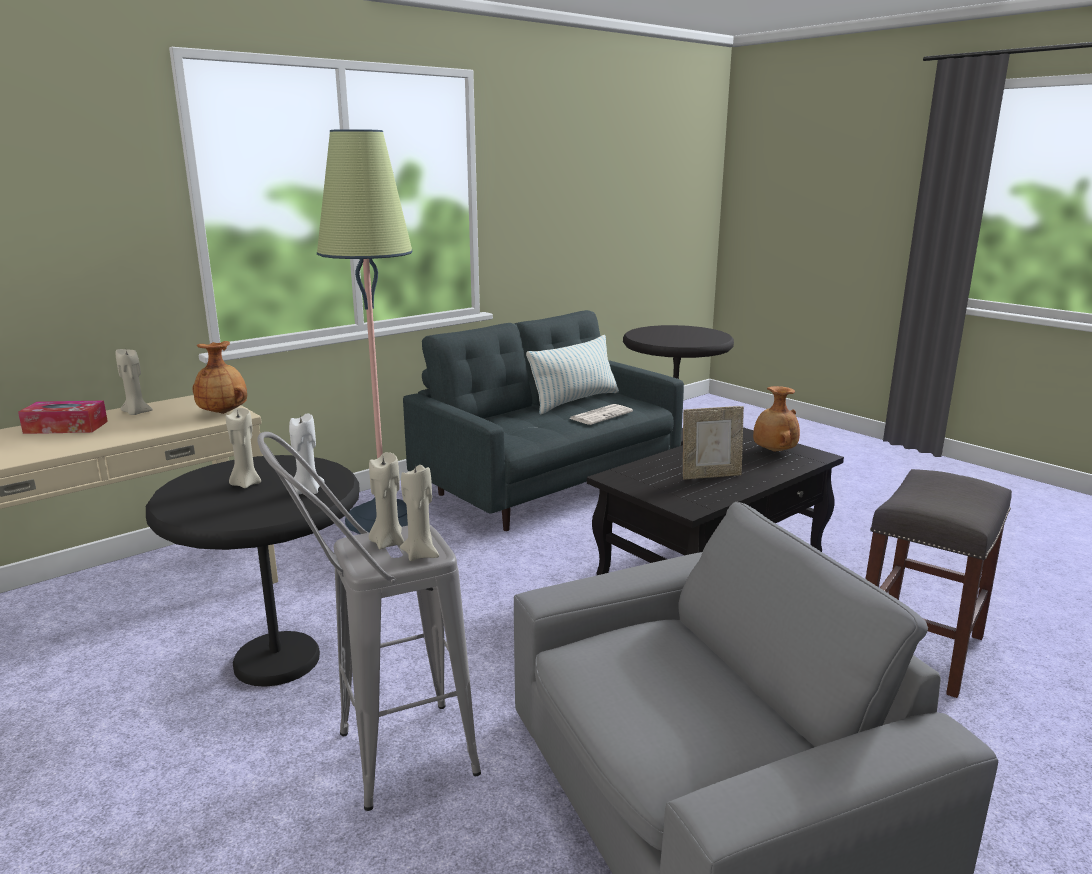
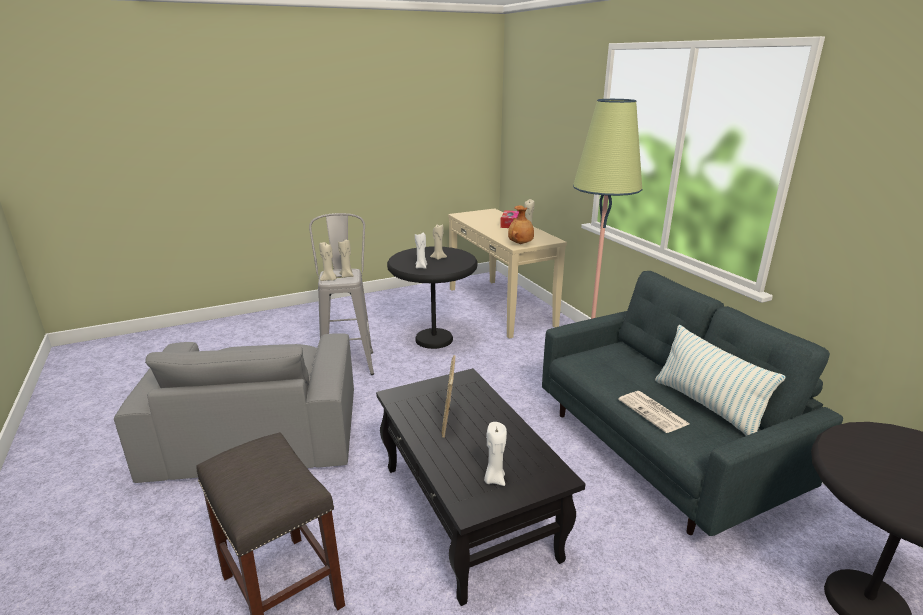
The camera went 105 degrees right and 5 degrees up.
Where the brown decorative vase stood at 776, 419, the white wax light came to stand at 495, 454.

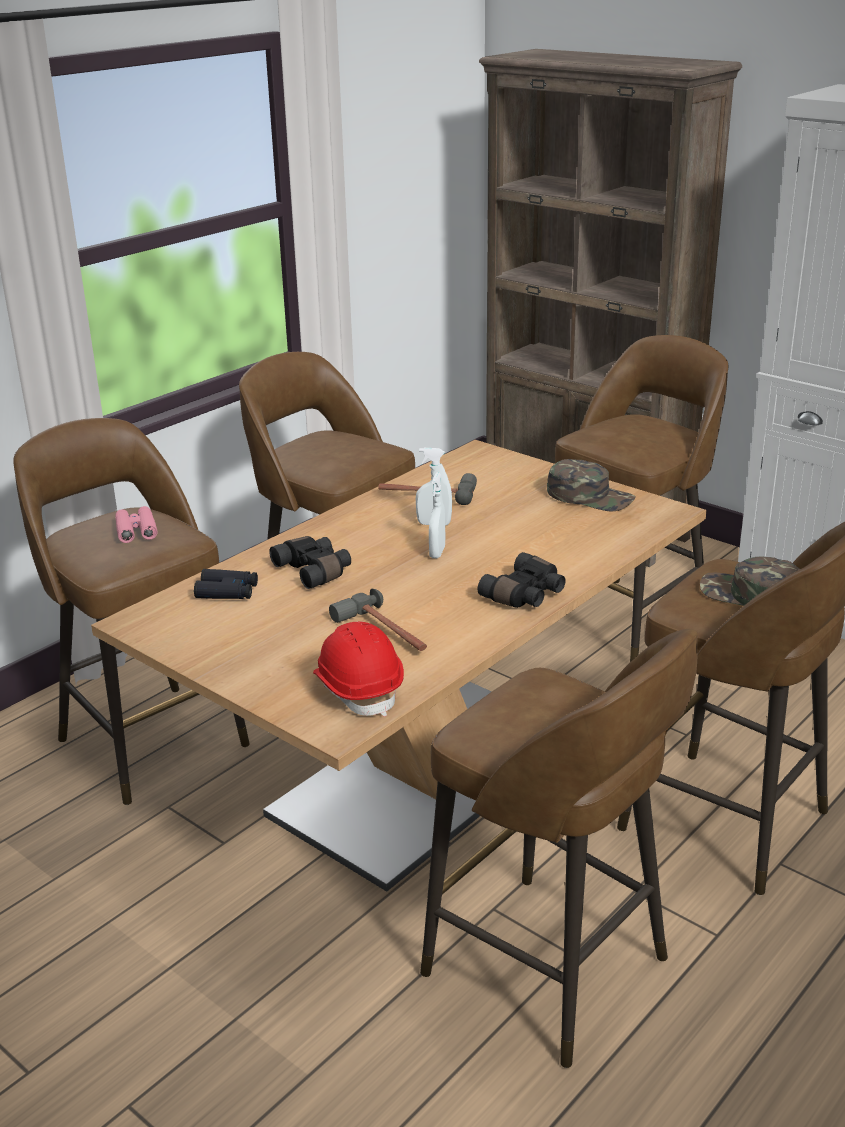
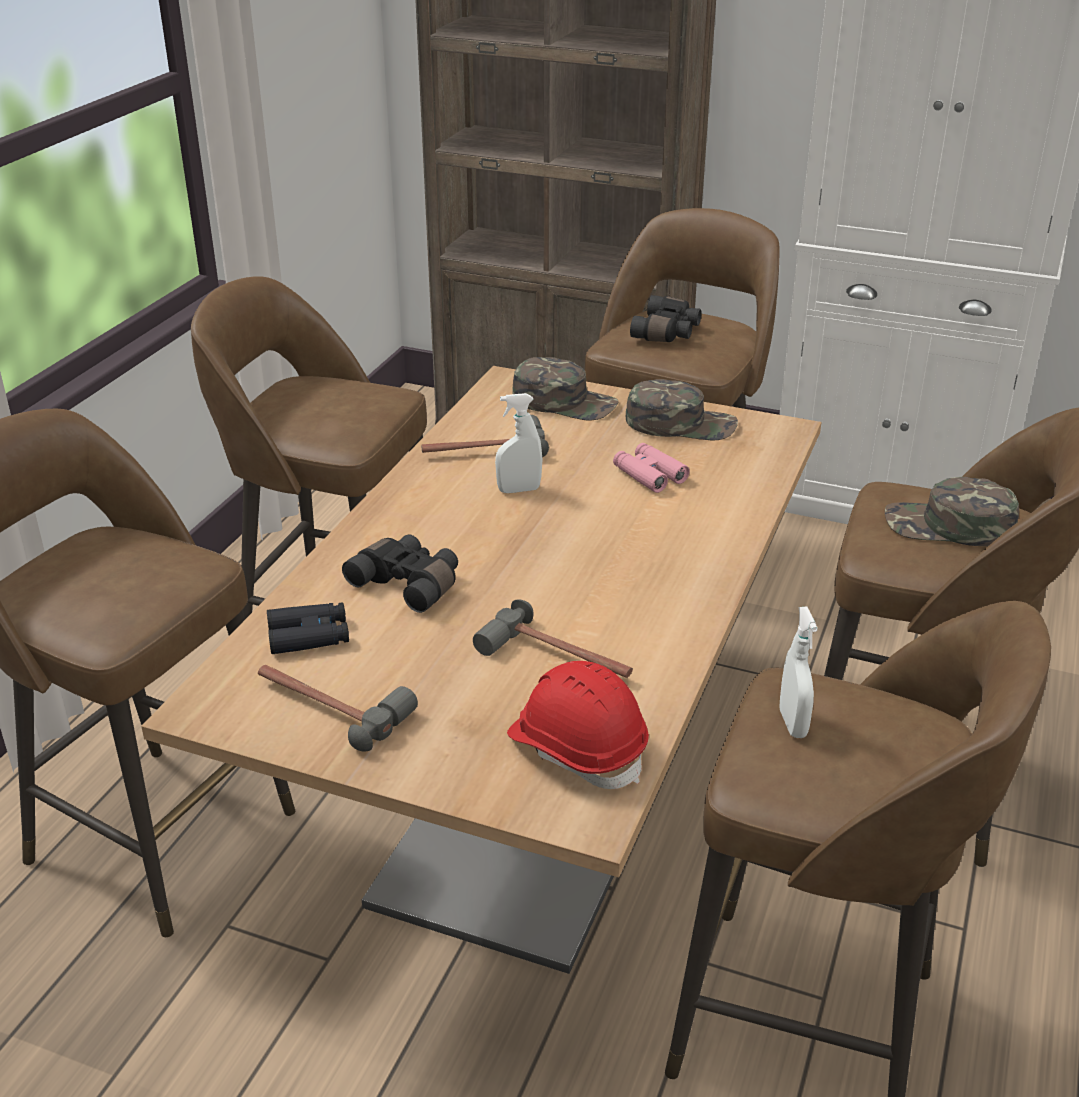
The camera went 20 degrees left and 5 degrees up.
The white spray bottle ended up elsewhere, having gone from 437, 515 to 798, 672.
The pink-coloured field glasses ended up elsewhere, having gone from 136, 524 to 651, 468.
The blackish field glasses ended up elsewhere, having gone from 522, 580 to 666, 318.
The second view gained the green baseball cap at 565, 389.
The second view gained the hammer at 338, 708.

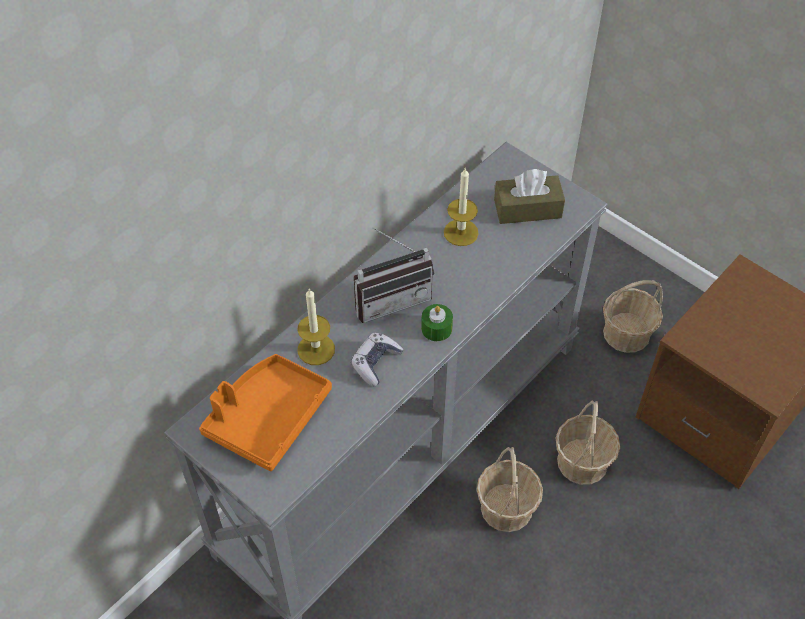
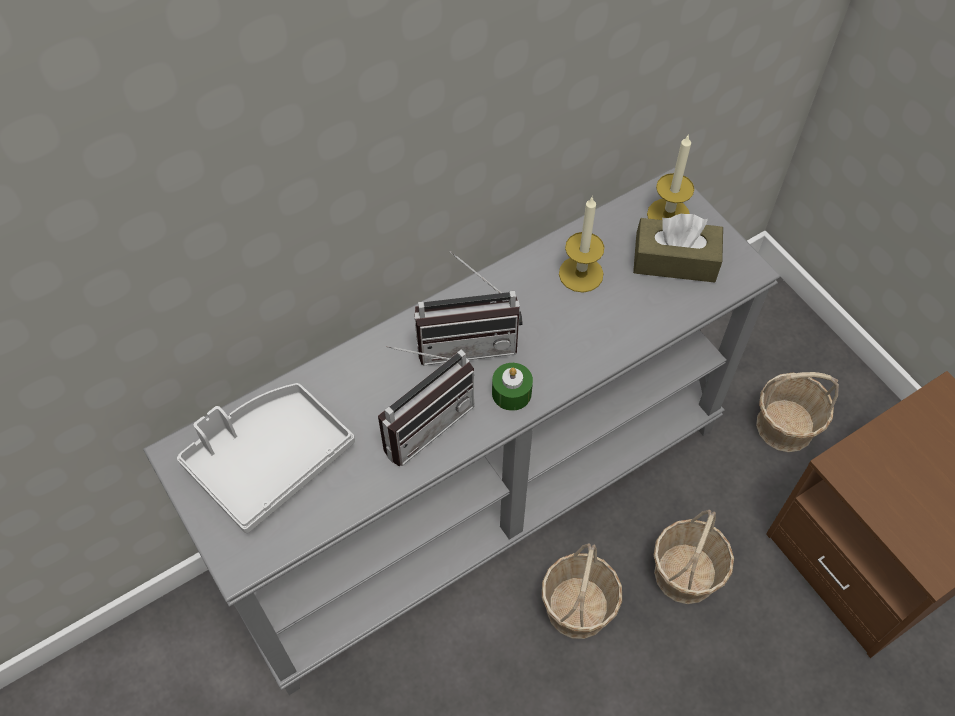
The camera went 15 degrees right and 5 degrees up.
The wax light ended up elsewhere, having gone from 316, 326 to 670, 177.
Where the gamepad stood at 377, 359, the radio receiver came to stand at 426, 406.
What was the orangey serving tray at 265, 412 turned into the greyish serving tray at 266, 458.

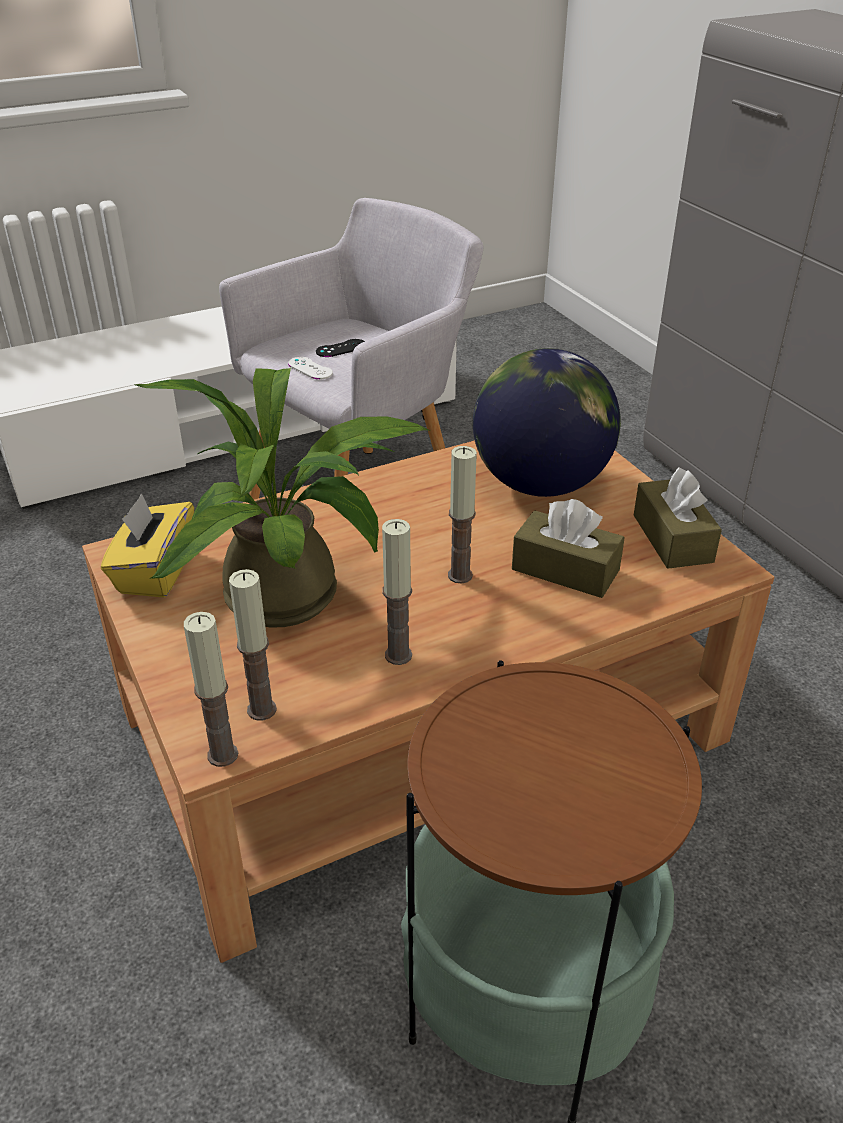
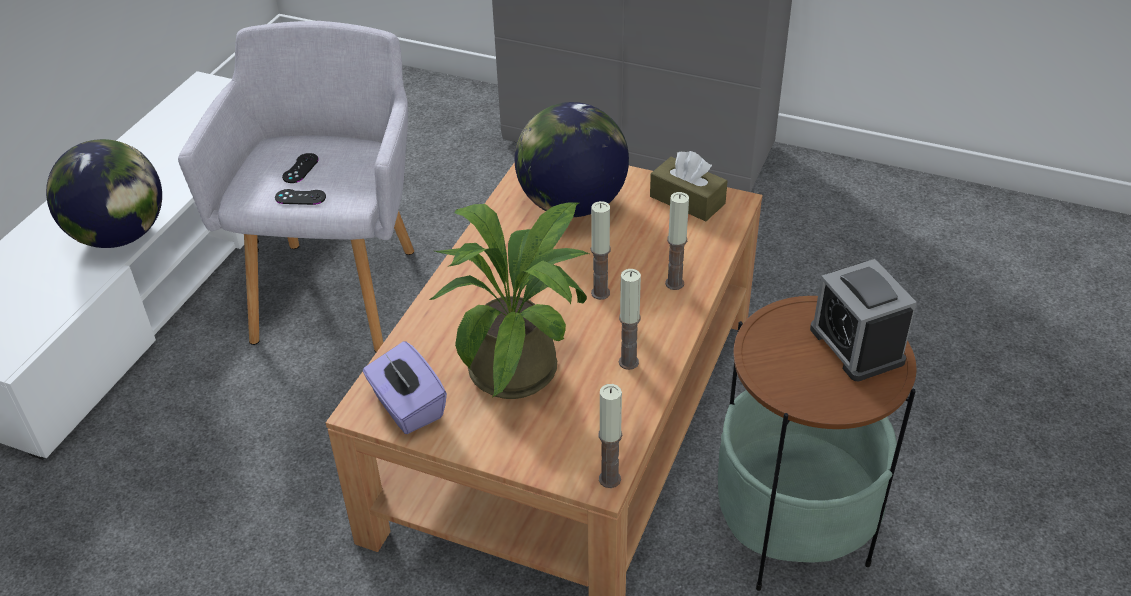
The camera went 40 degrees left and 5 degrees up.
What was the white gamepad at 310, 368 turned into the blackish gamepad at 300, 197.
What was the yellow box of tissues at 147, 545 turned into the purple box of tissues at 405, 387.
The second view lost the brown box of tissues at 568, 548.
The wax light ended up elsewhere, having gone from 253, 645 to 677, 241.
The second view gained the desk globe at 104, 193.
The second view gained the alarm clock at 863, 320.

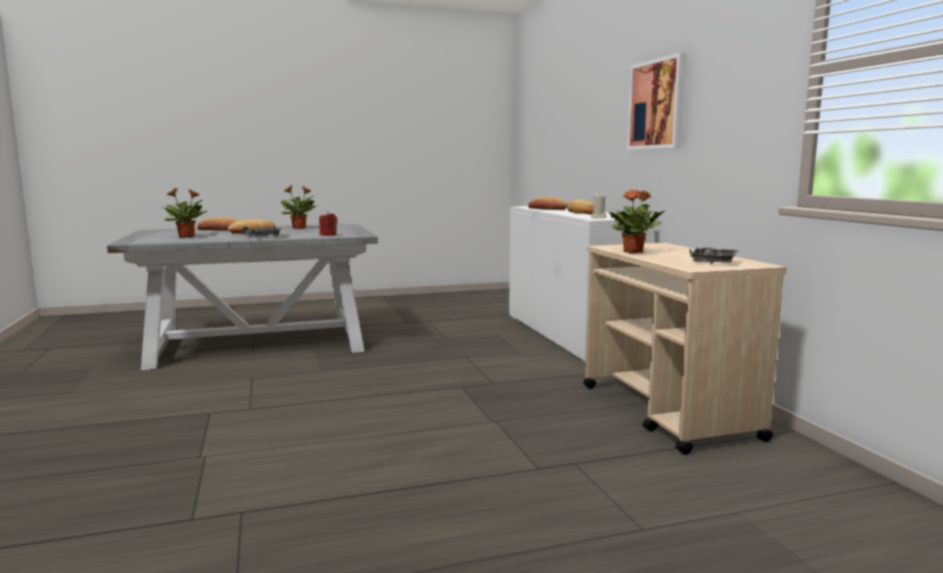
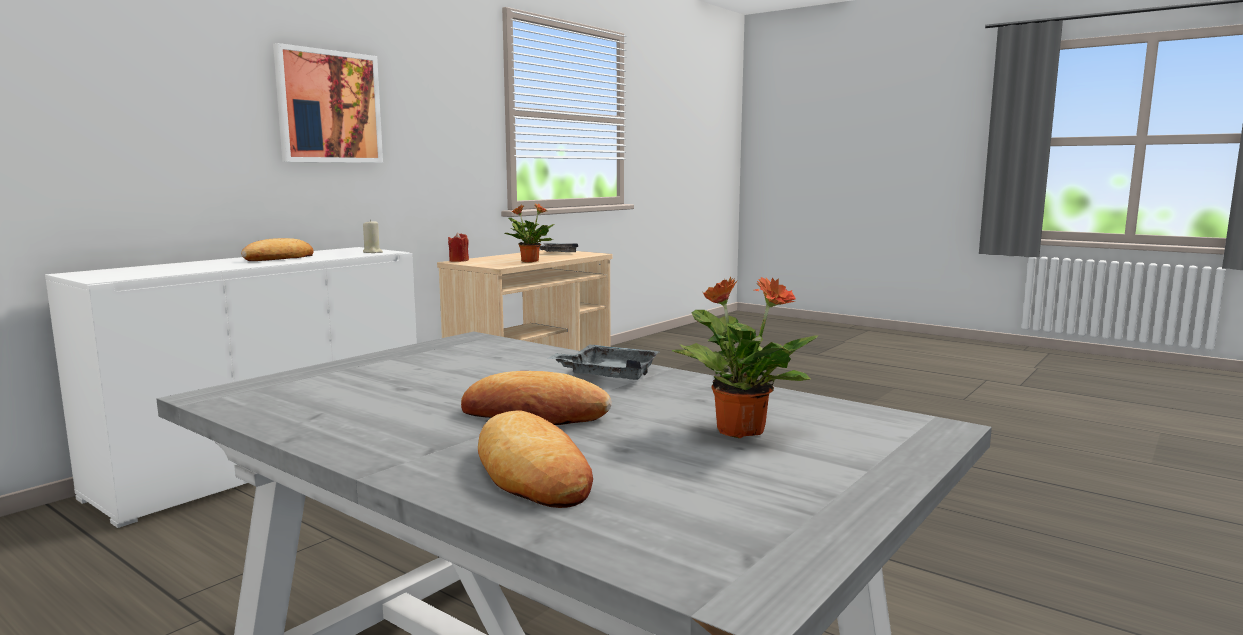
The camera went 125 degrees left and 0 degrees up.
The second view lost the potted plant at 298, 207.
The second view lost the baked bread at 548, 203.
The reddish wax light ended up elsewhere, having gone from 328, 224 to 458, 247.

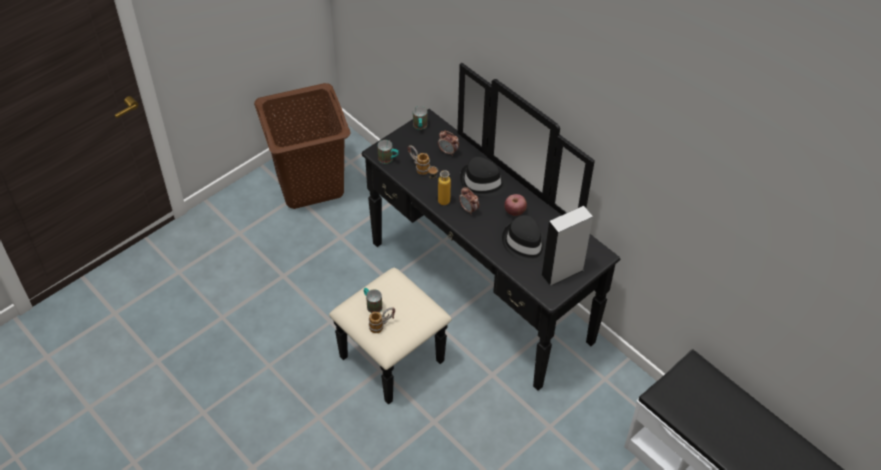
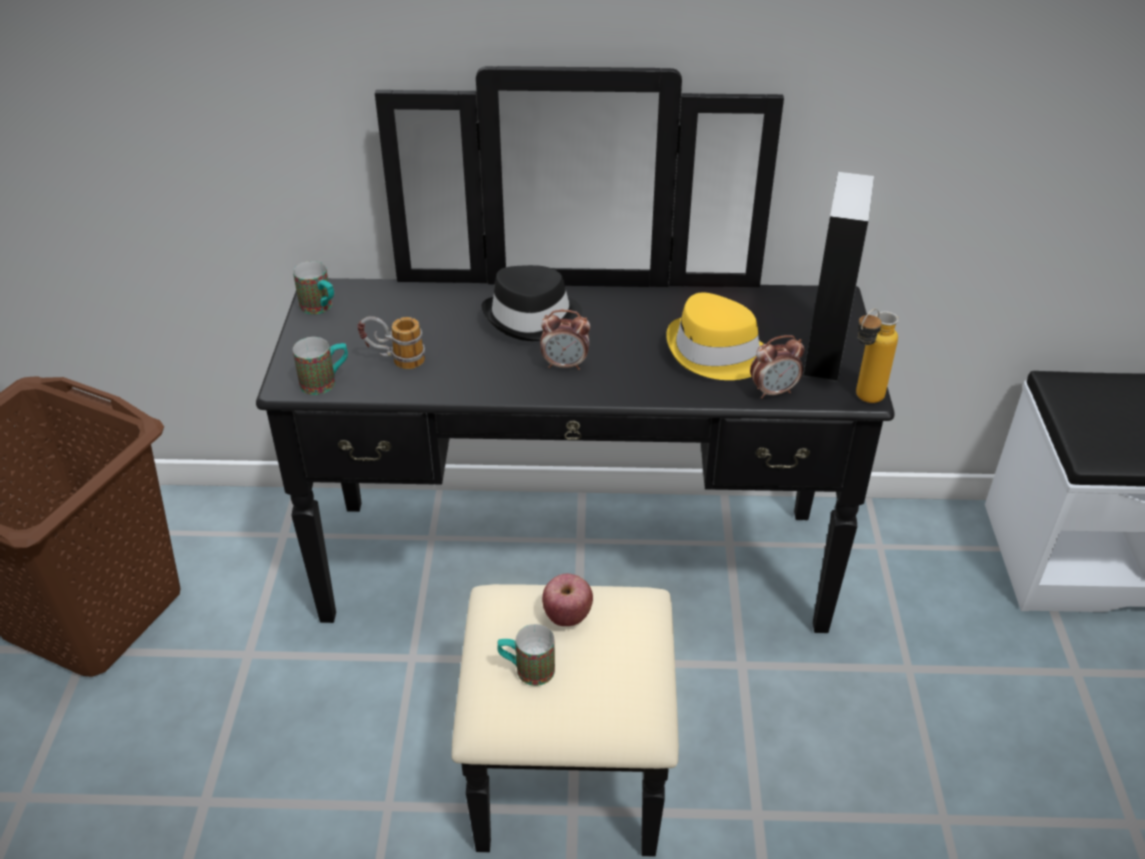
The camera went 45 degrees left and 10 degrees down.
The alarm clock ended up elsewhere, having gone from 448, 143 to 777, 367.
The drink bottle ended up elsewhere, having gone from 439, 185 to 877, 356.
The apple ended up elsewhere, having gone from 515, 205 to 567, 600.
What was the blackish wearable hat at 524, 239 turned into the yellow wearable hat at 714, 336.
The second view lost the coffee mug at 382, 320.

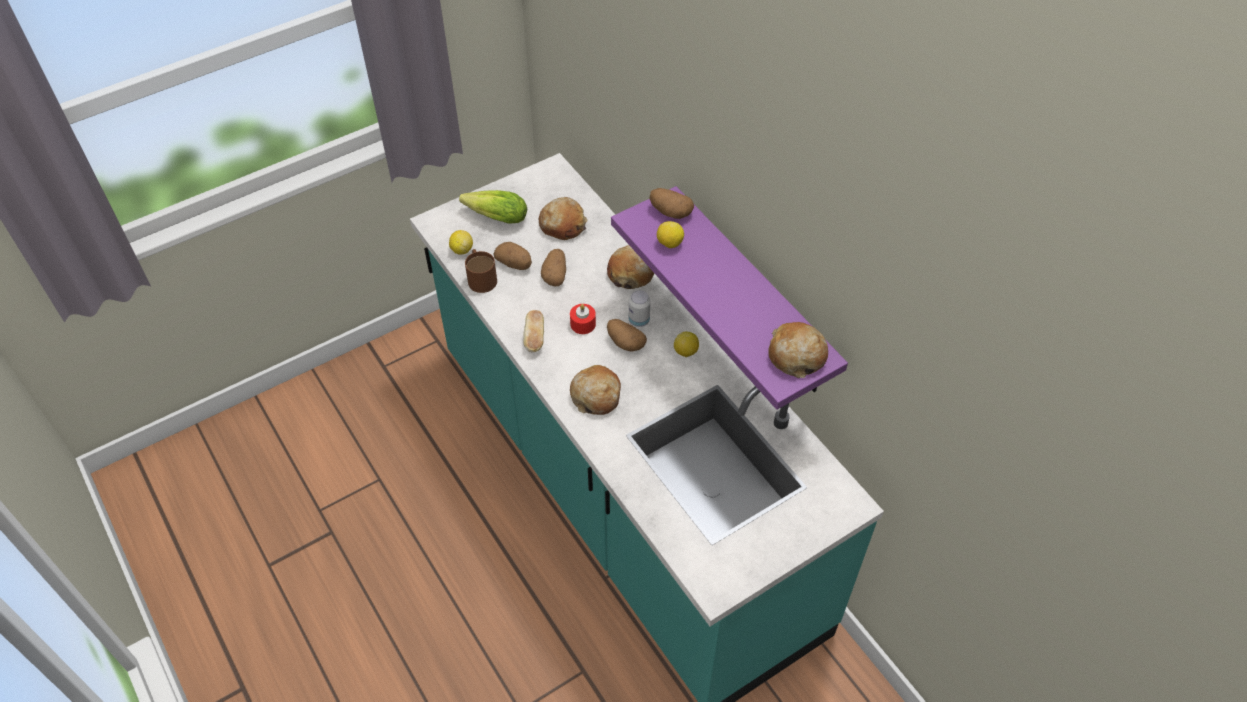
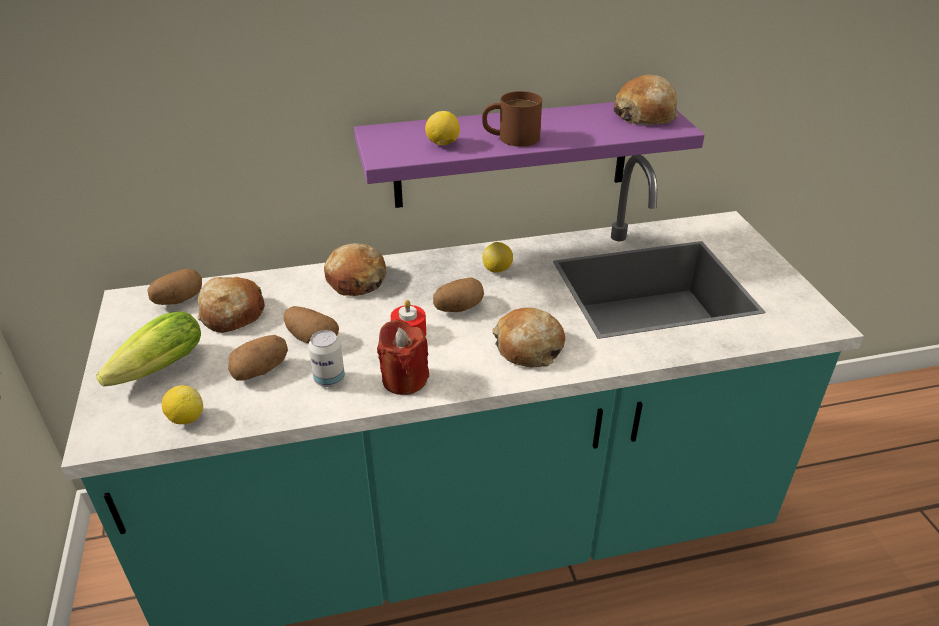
The camera went 70 degrees left and 15 degrees down.
The potato ended up elsewhere, having gone from 671, 203 to 174, 287.
The brown coffee mug ended up elsewhere, having gone from 481, 271 to 512, 119.
The sealed can ended up elsewhere, having gone from 639, 308 to 326, 358.
Where the baked bread stood at 533, 331, the reddish wax light came to stand at 403, 357.

